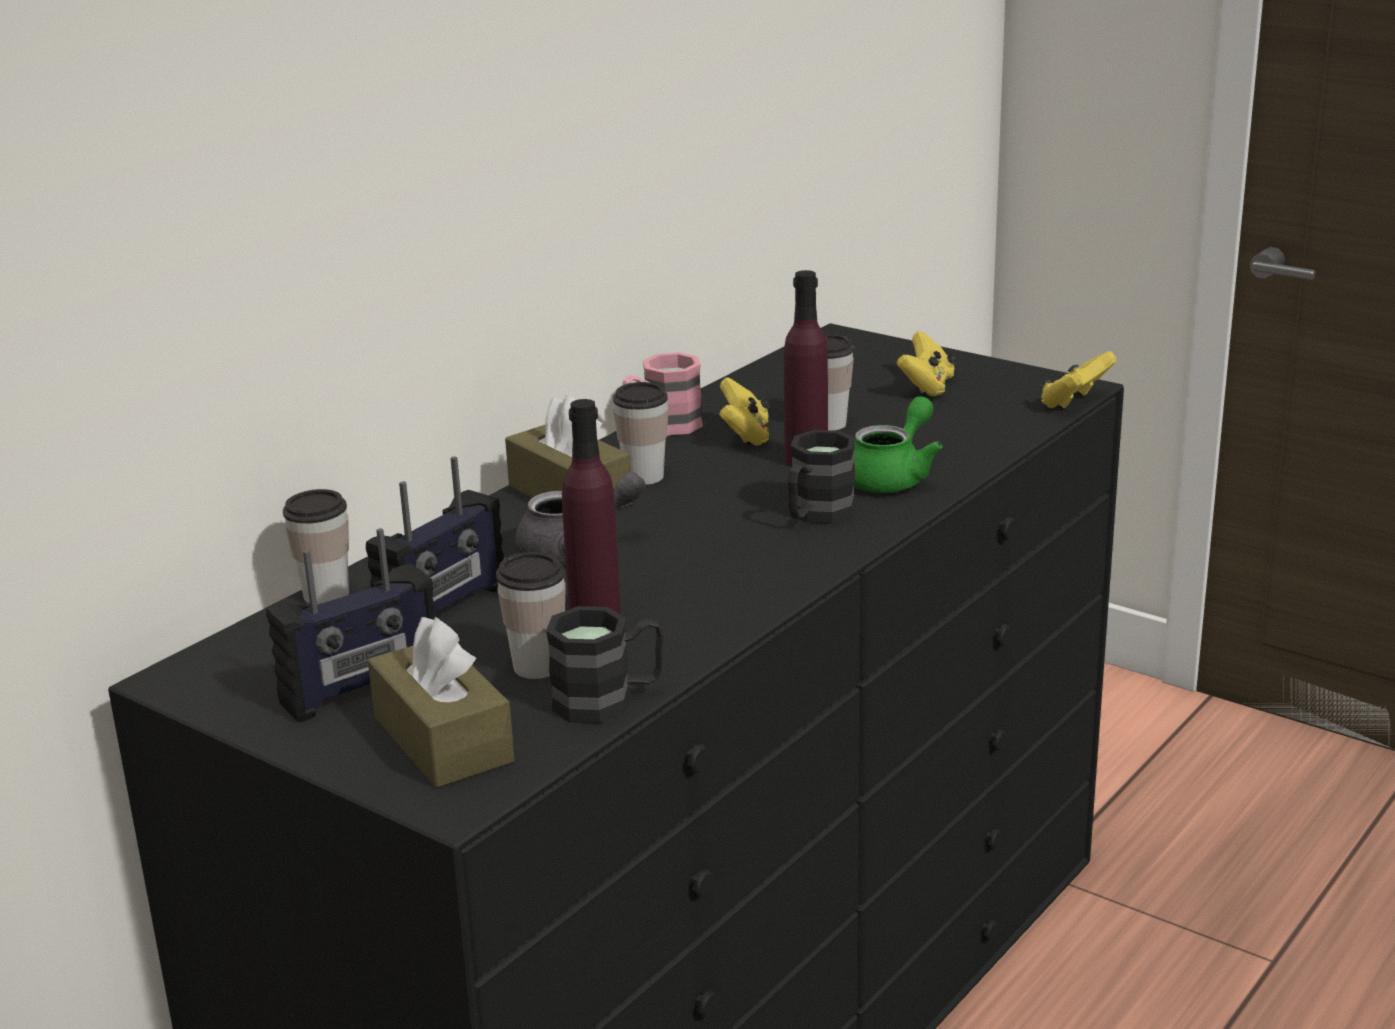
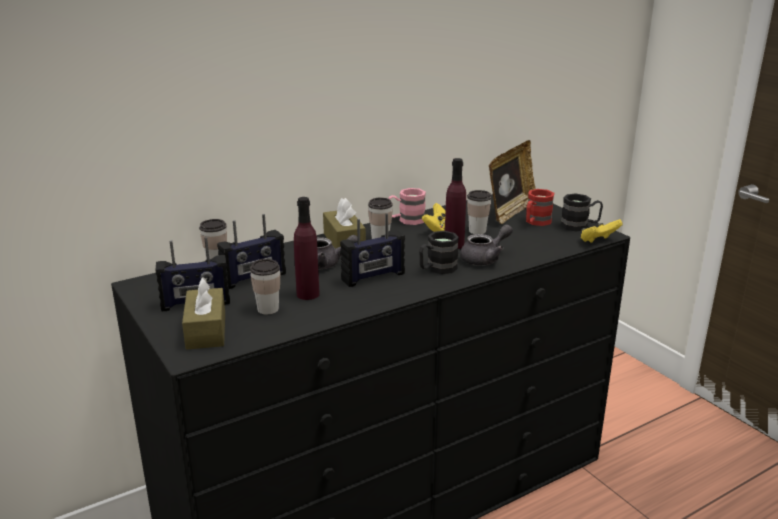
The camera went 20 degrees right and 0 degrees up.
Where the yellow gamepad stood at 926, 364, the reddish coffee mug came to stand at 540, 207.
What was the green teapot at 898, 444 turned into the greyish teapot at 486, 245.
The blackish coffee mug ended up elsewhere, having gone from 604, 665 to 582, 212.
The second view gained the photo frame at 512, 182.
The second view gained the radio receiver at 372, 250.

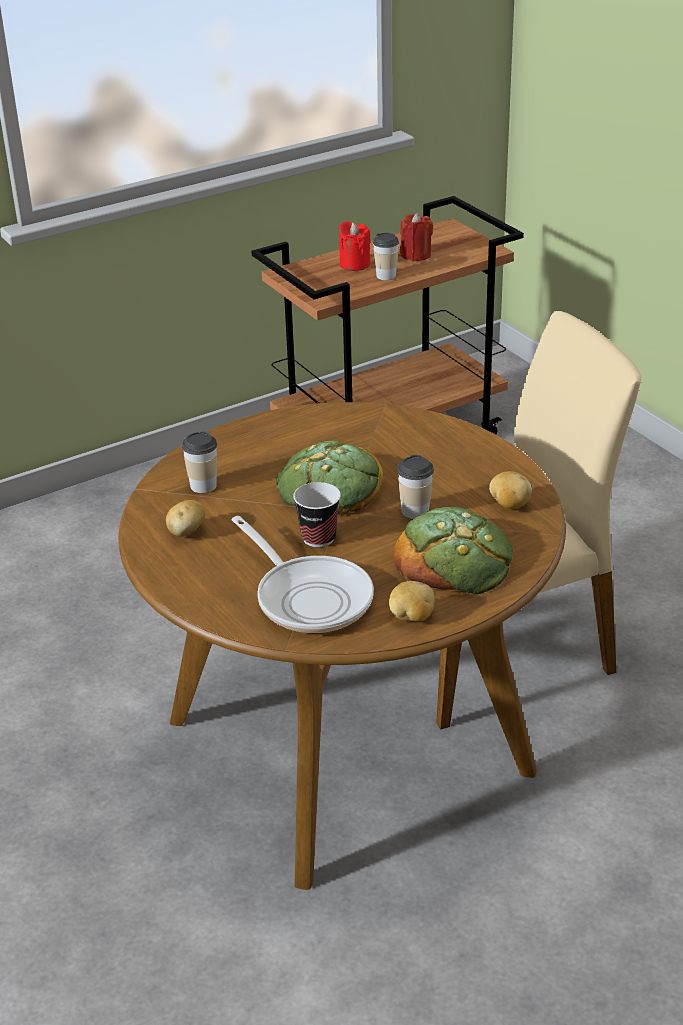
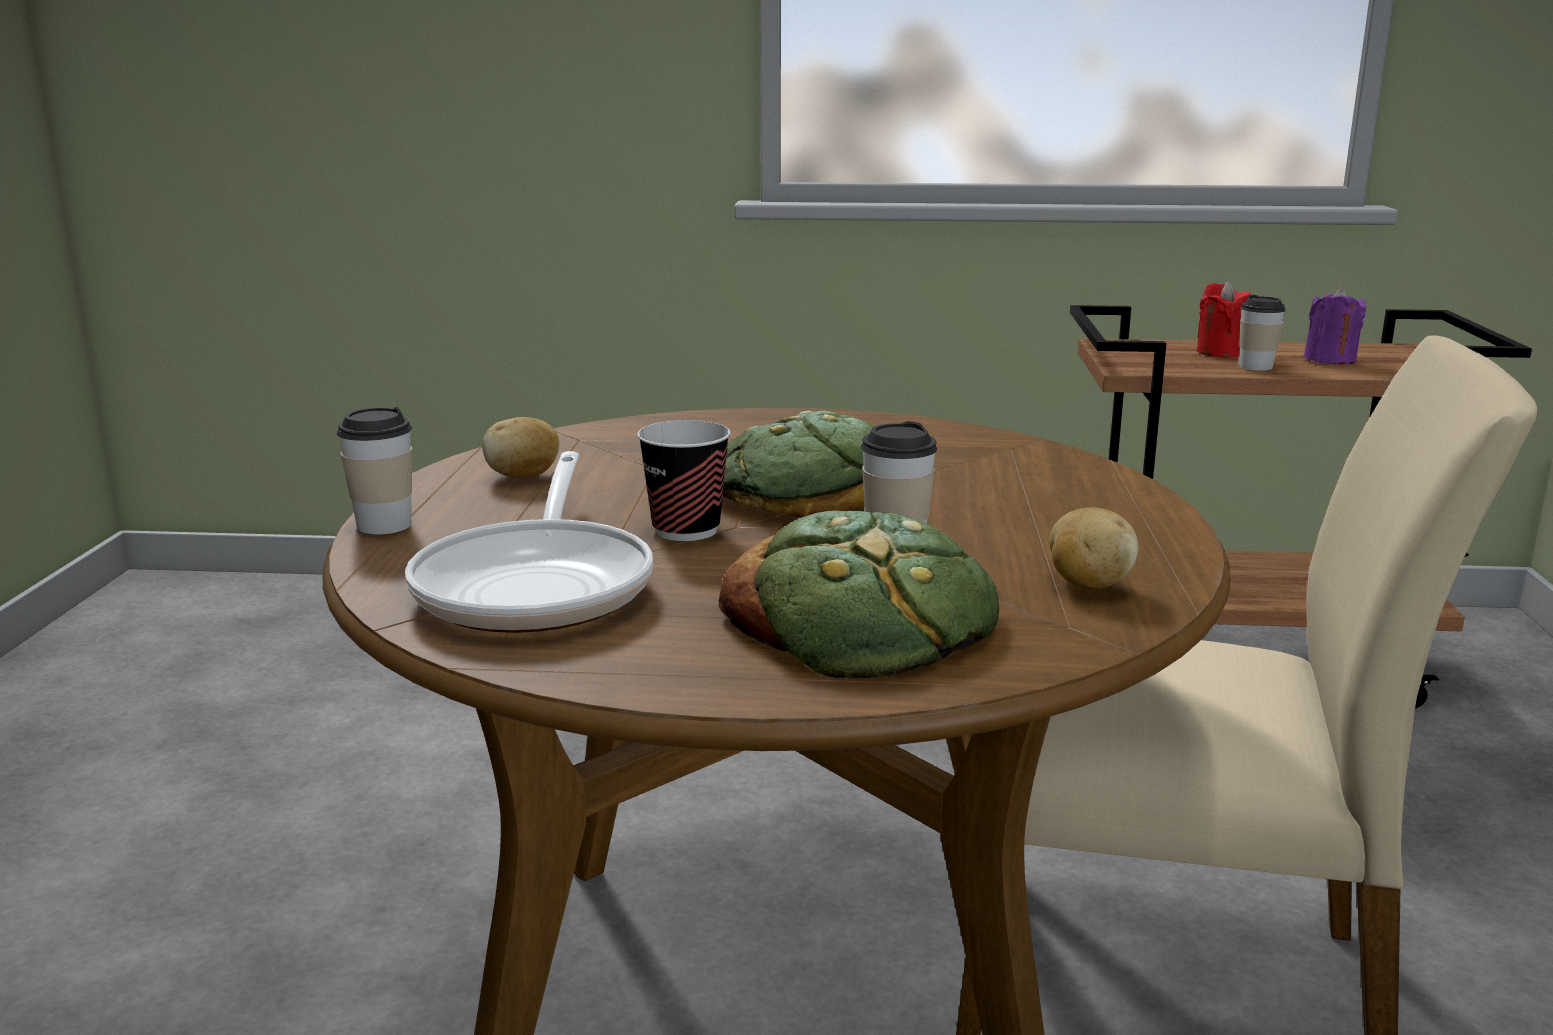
The camera went 35 degrees right and 15 degrees down.
What was the reddish wax light at 416, 237 turned into the purple wax light at 1335, 326.
The small cup ended up elsewhere, having gone from 199, 462 to 374, 471.
The second view lost the potato at 412, 601.

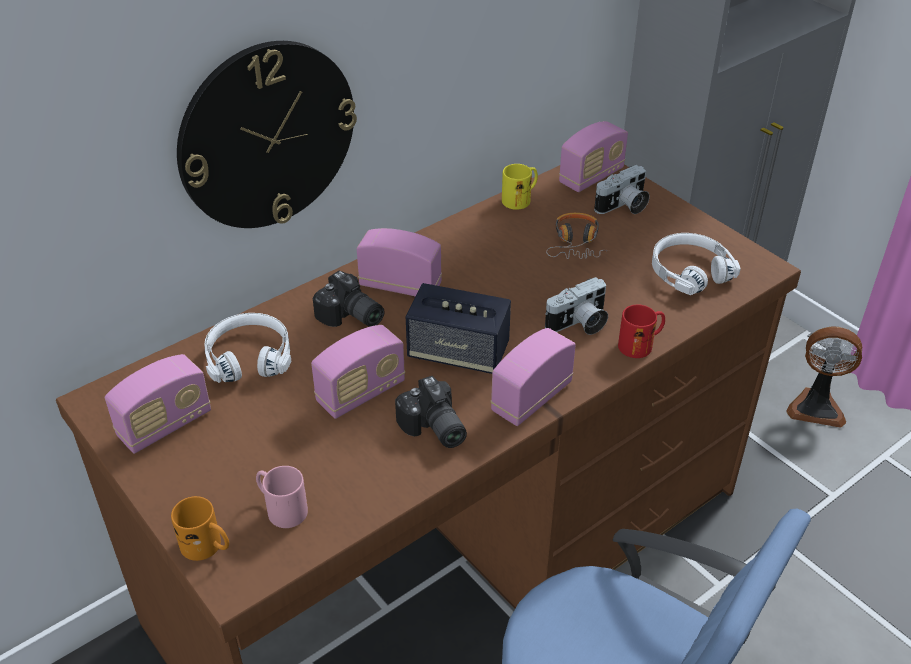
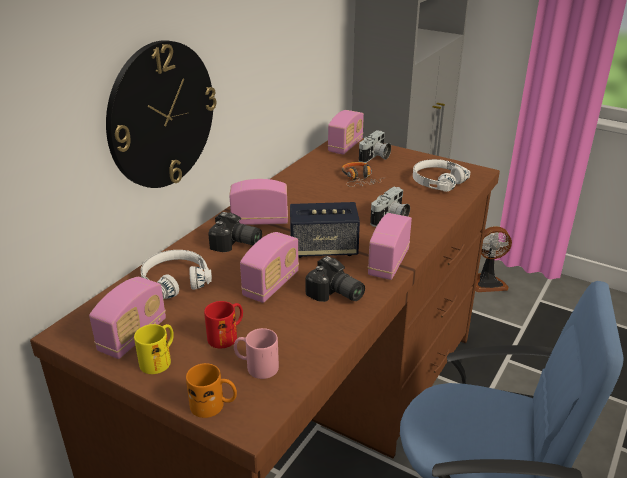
The camera went 20 degrees left and 10 degrees down.
The yellow coffee mug ended up elsewhere, having gone from 520, 187 to 154, 349.
The reddish coffee mug ended up elsewhere, having gone from 641, 331 to 223, 324.

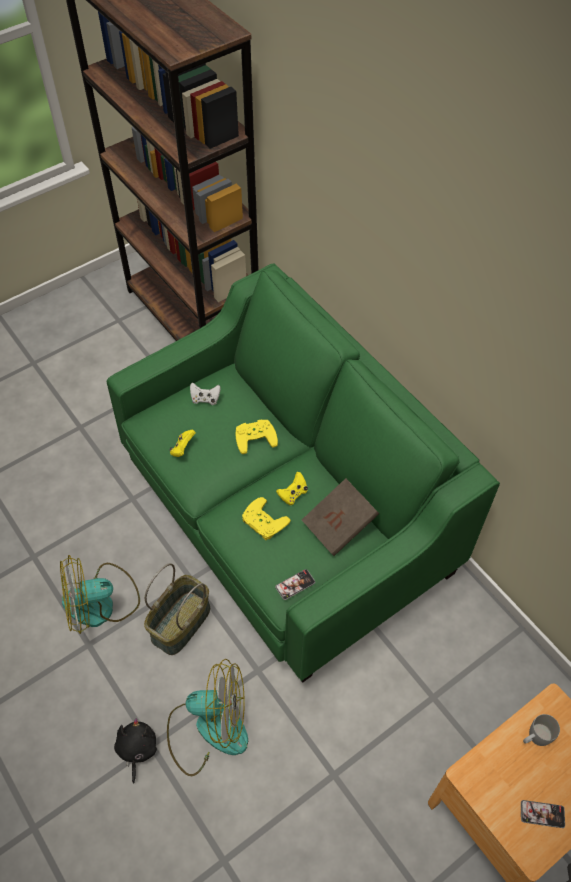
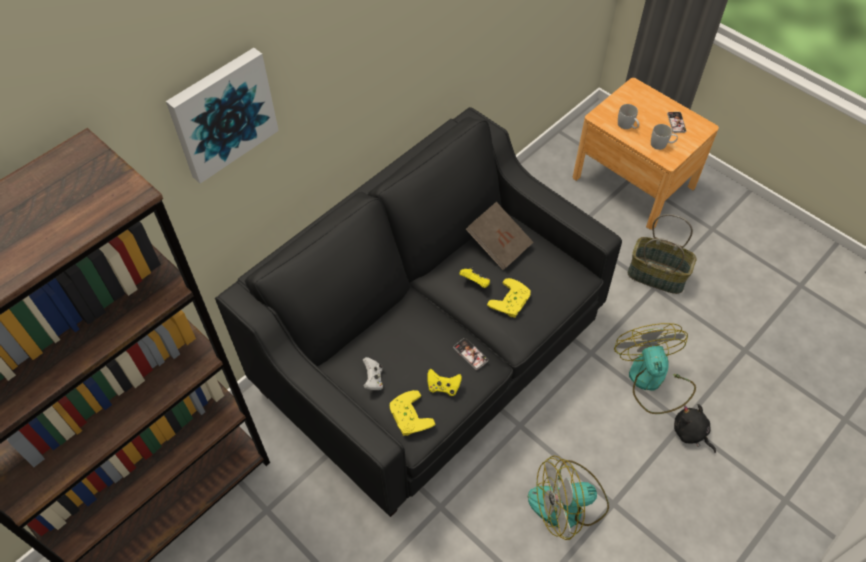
The camera went 100 degrees left and 0 degrees up.
What was the green couch at 303, 473 turned into the blackish couch at 418, 312.
The yellow gamepad ended up elsewhere, having gone from 256, 437 to 412, 413.
The electric fan at 100, 594 ended up facing another way, 105 degrees clockwise from before.
The household basket ended up elsewhere, having gone from 177, 609 to 662, 254.
The telephone ended up elsewhere, having gone from 295, 584 to 470, 354.
The blackish cuddly toy at 135, 750 ended up facing another way, 60 degrees clockwise from before.
The second view gained the picture at 222, 115.
The second view gained the white coffee mug at 664, 137.

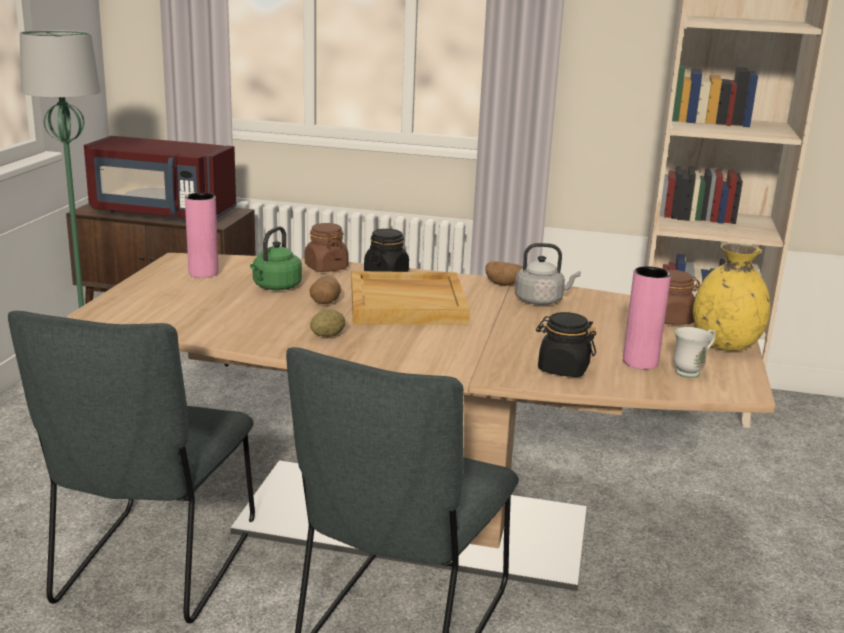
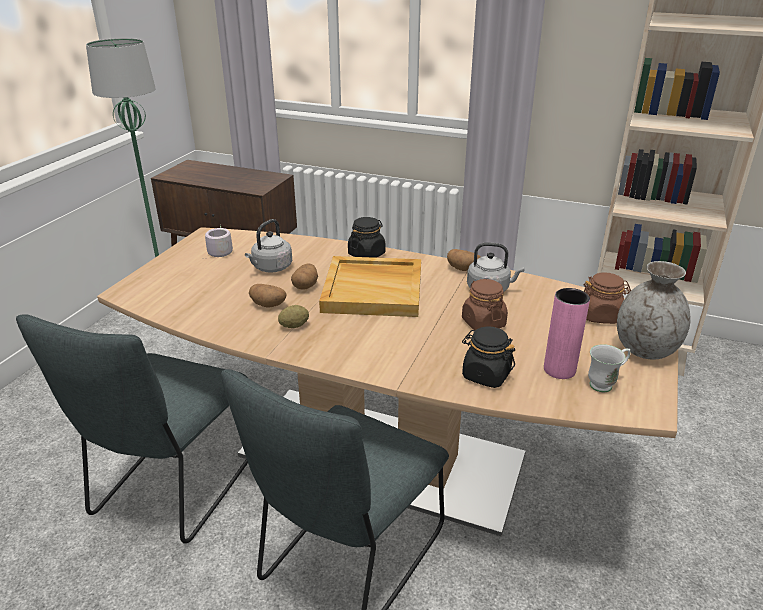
The camera went 10 degrees right and 10 degrees up.
The second view lost the reddish microwave oven at 160, 177.
Where the pink-coloured decorative vase stood at 201, 235, the greyish coffee mug came to stand at 217, 242.
The brown preserve jar ended up elsewhere, having gone from 327, 247 to 485, 305.
What was the green tea kettle at 276, 258 turned into the greyish tea kettle at 268, 246.
What was the yellow decorative vase at 731, 297 turned into the greyish decorative vase at 654, 310.
The second view gained the potato at 268, 296.

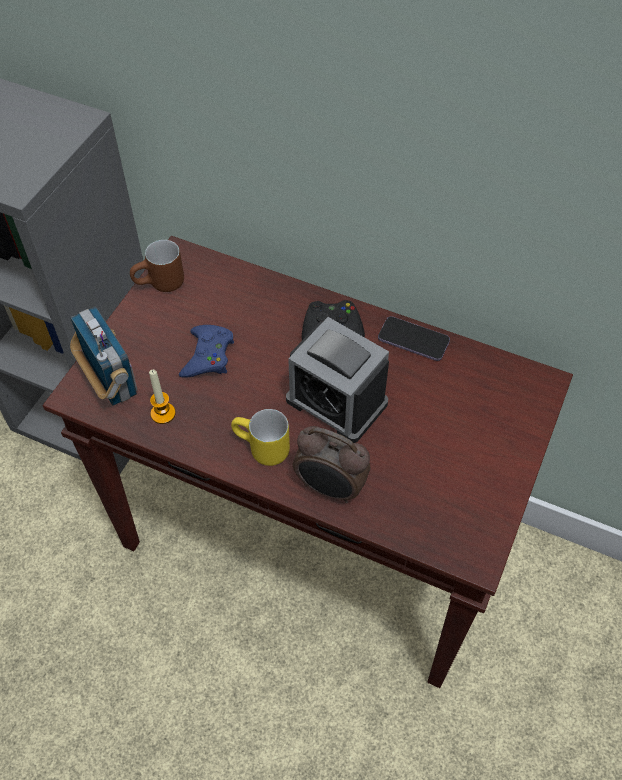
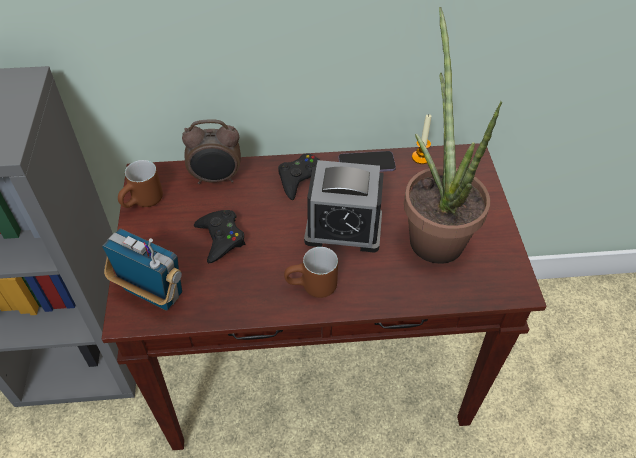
The camera went 30 degrees left and 5 degrees down.
What was the blue-coloured gamepad at 206, 351 turned into the blackish gamepad at 219, 236.
The wax light ended up elsewhere, having gone from 162, 397 to 421, 139.
What was the yellow coffee mug at 260, 437 turned into the brown coffee mug at 311, 272.
The alarm clock ended up elsewhere, having gone from 331, 464 to 211, 151.
The second view gained the potted plant at 453, 135.

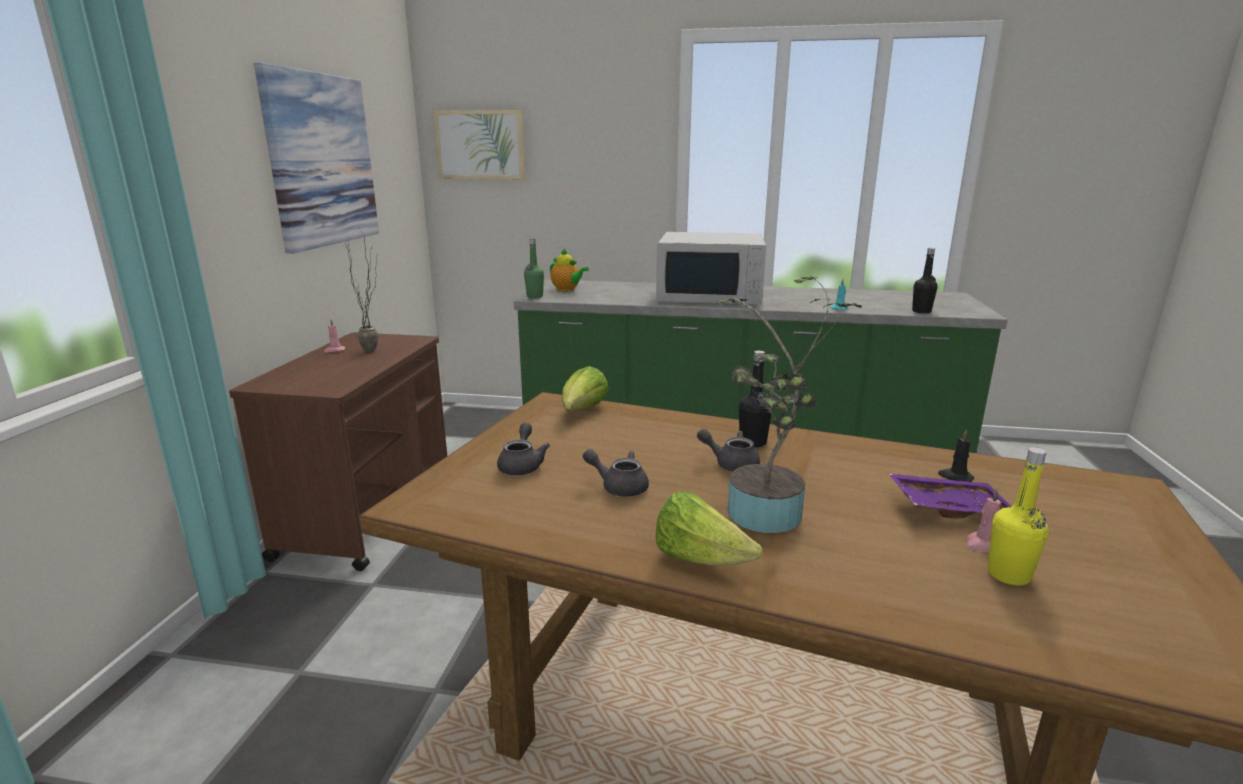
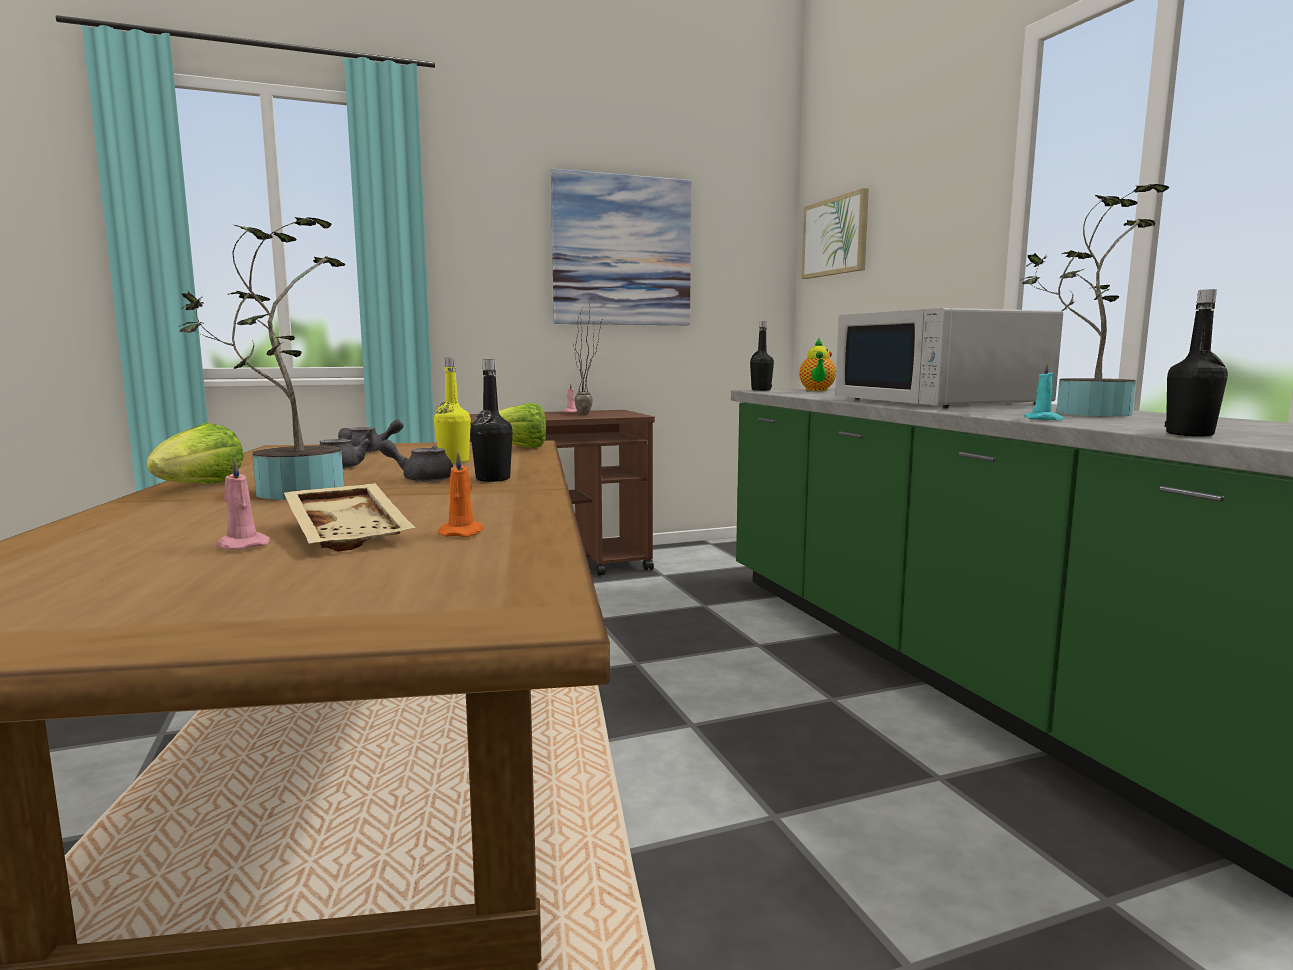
The camera went 60 degrees right and 10 degrees down.
What was the green drink bottle at 534, 268 turned into the blackish drink bottle at 762, 356.
The greyish teapot at 728, 450 ended up facing another way, 75 degrees counterclockwise from before.
What was the blackish wax light at 956, 456 turned into the orangey wax light at 460, 493.
The yellow drink bottle ended up elsewhere, having gone from 1018, 516 to 452, 410.
What was the purple serving tray at 950, 496 turned into the beige-coloured serving tray at 349, 517.
The second view gained the potted plant at 1094, 300.

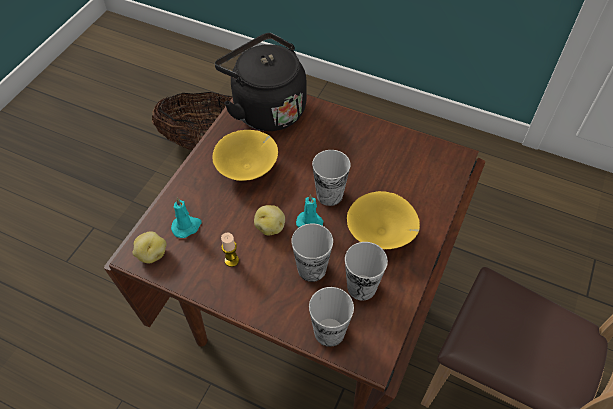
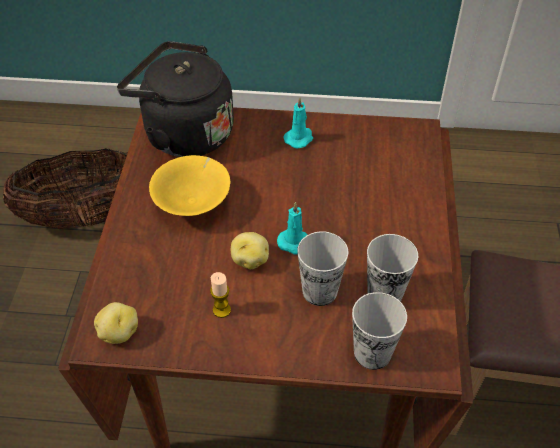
The camera went 20 degrees left and 5 degrees down.
The second view lost the small cup at 331, 178.
The second view lost the yellow deep dish at 383, 220.
The blue-green wax light ended up elsewhere, having gone from 186, 218 to 298, 123.

